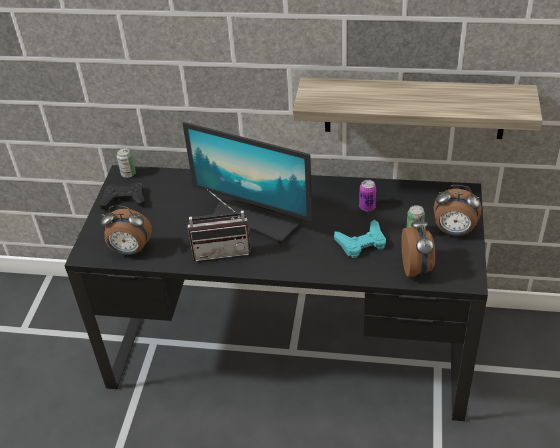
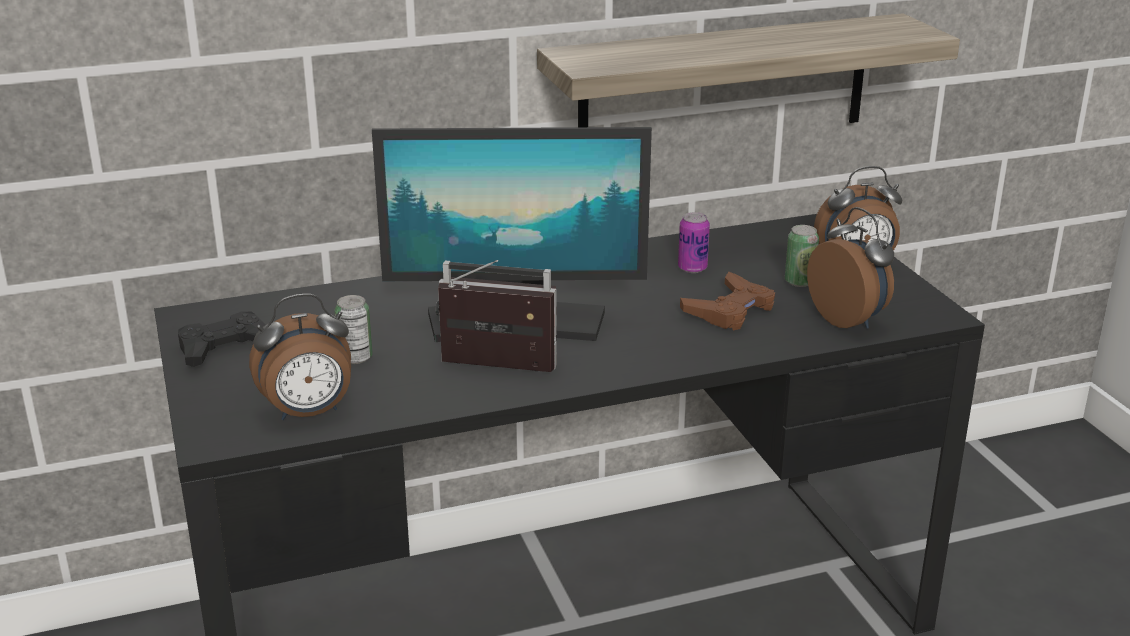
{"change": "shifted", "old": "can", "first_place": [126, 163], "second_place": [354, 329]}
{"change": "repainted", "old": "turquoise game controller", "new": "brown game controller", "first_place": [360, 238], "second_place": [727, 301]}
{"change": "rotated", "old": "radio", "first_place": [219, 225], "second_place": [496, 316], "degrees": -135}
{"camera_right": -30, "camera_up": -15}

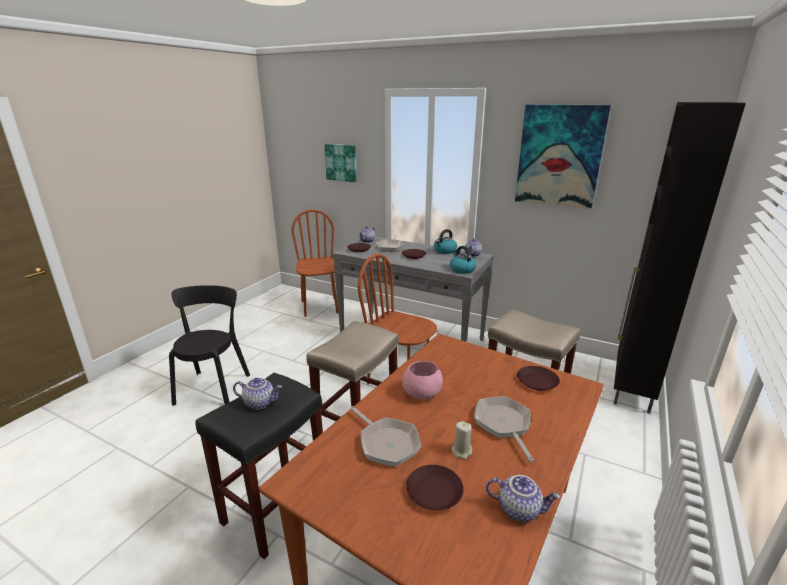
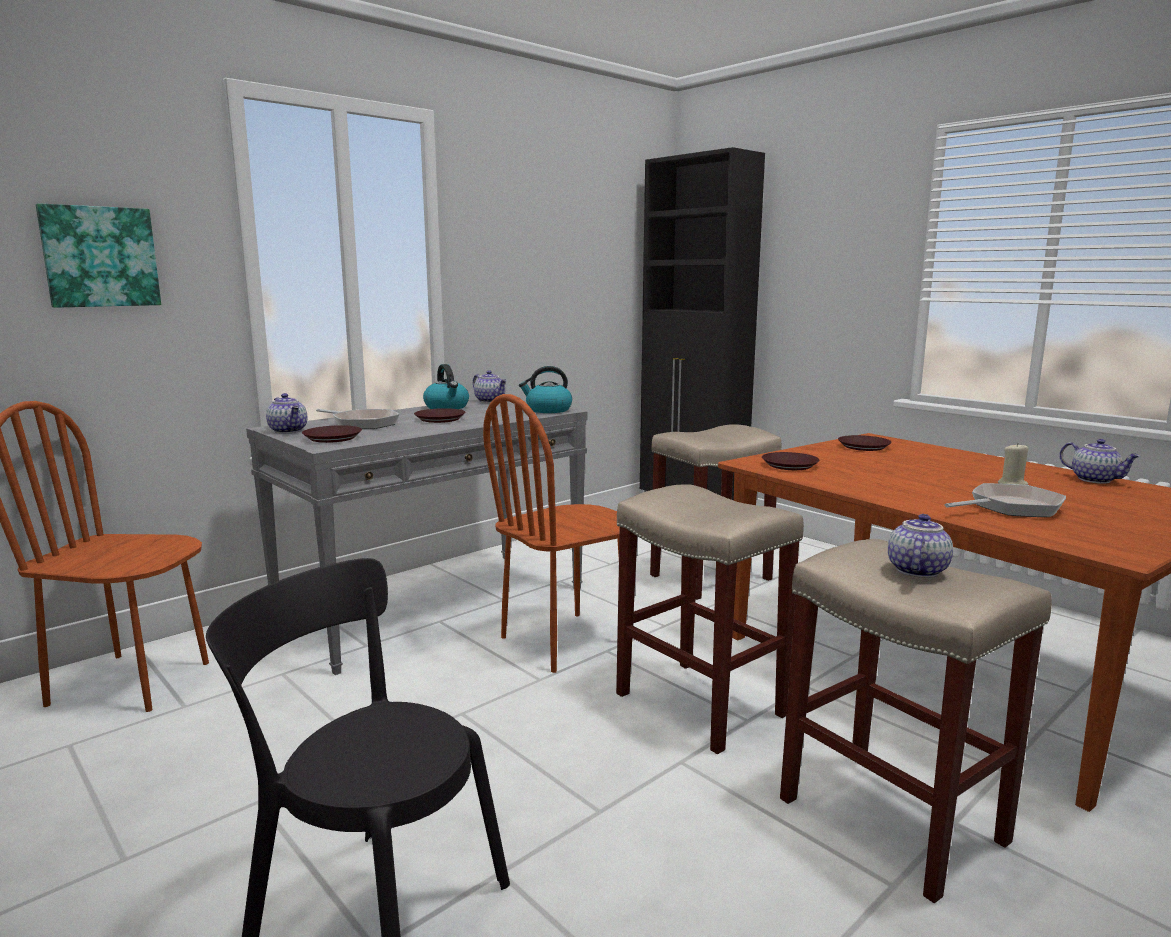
{"change": "gone", "old": "pink bowl", "first_place": [422, 380]}
{"change": "gone", "old": "frying pan", "first_place": [504, 429]}
{"change": "gone", "old": "picture", "first_place": [563, 157]}
{"change": "shifted", "old": "brown plate", "first_place": [434, 488], "second_place": [791, 461]}
{"change": "repainted", "old": "black stool", "new": "beige stool", "first_place": [259, 466], "second_place": [916, 721]}
{"change": "rotated", "old": "teapot", "first_place": [523, 498], "second_place": [1100, 461], "degrees": 105}
{"camera_right": -70, "camera_up": -10}

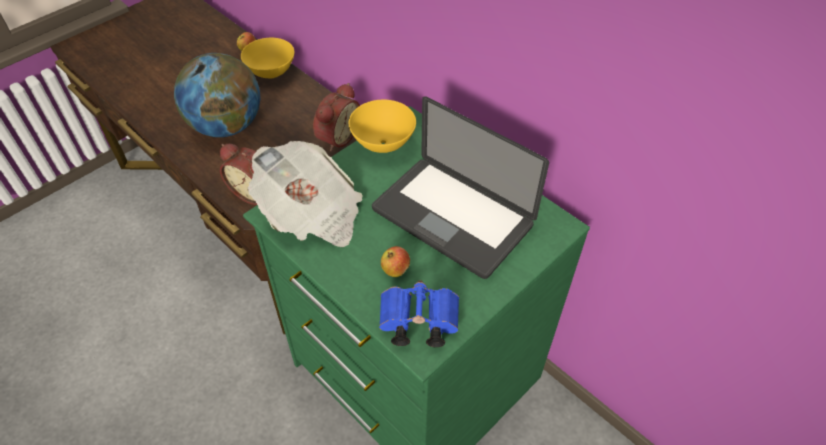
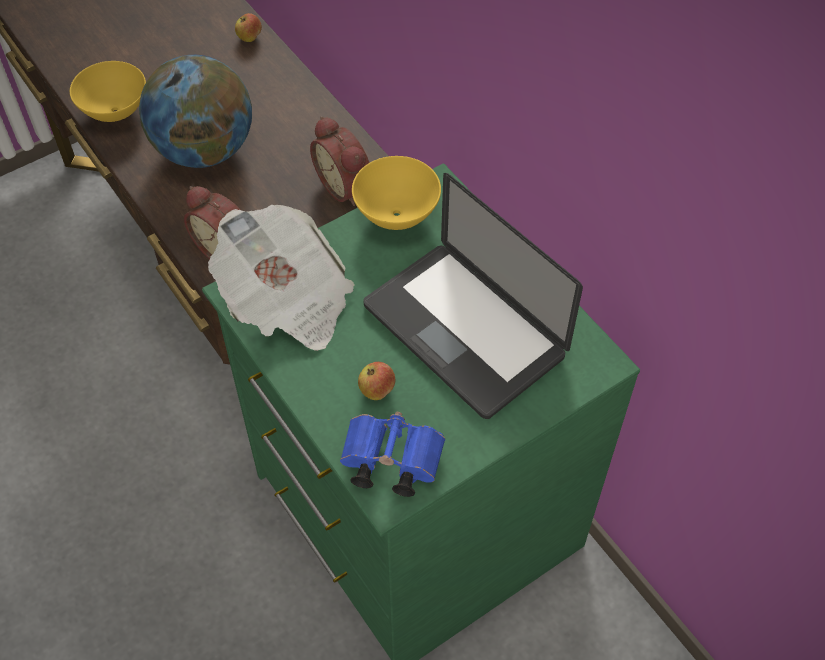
{"change": "shifted", "old": "yellow bowl", "first_place": [268, 58], "second_place": [108, 91]}
{"change": "rotated", "old": "alarm clock", "first_place": [336, 117], "second_place": [340, 161], "degrees": 105}
{"camera_right": 10, "camera_up": 5}

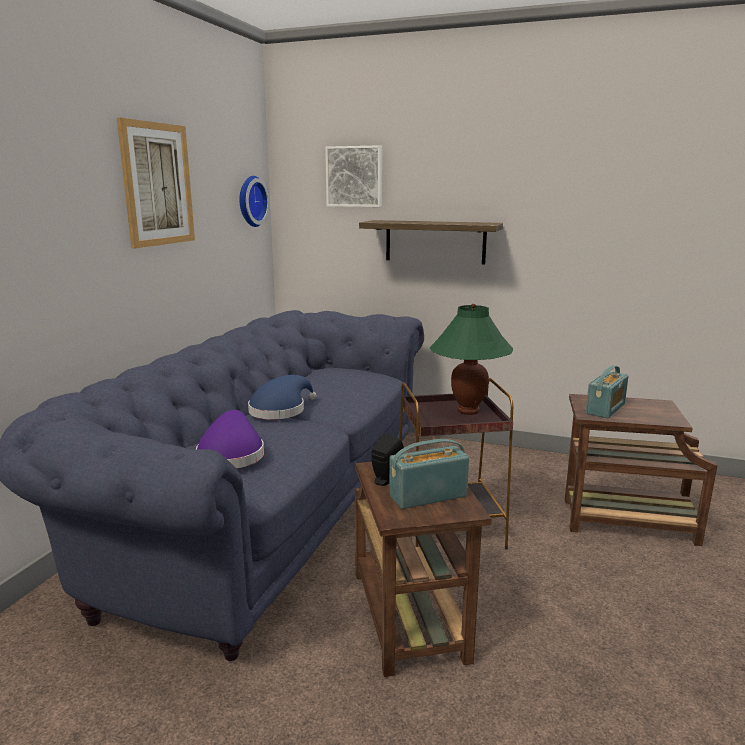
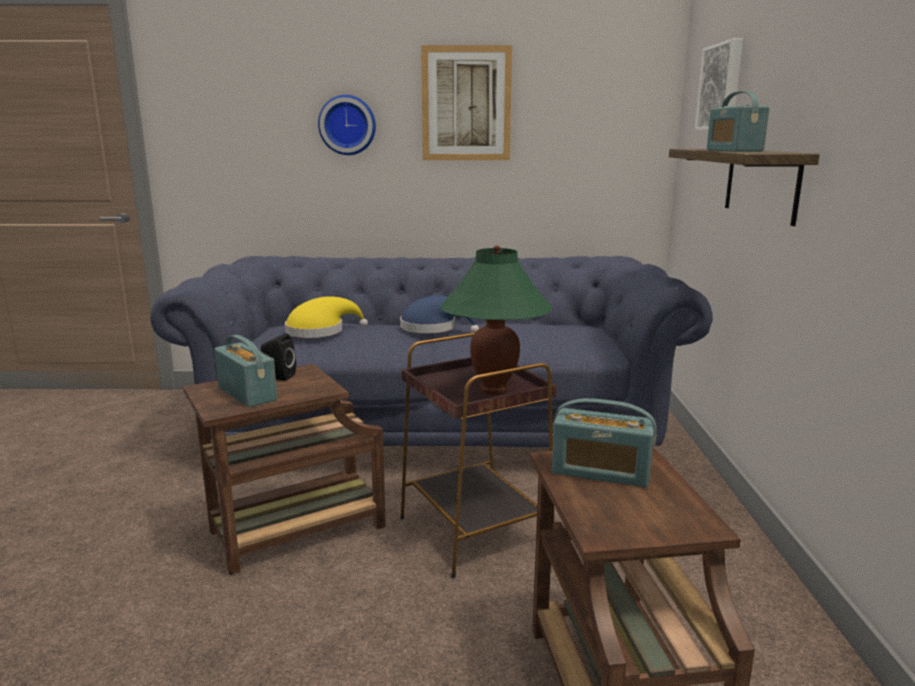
{"change": "new", "new": "radio", "second_place": [738, 121]}
{"change": "shifted", "old": "wall clock", "first_place": [254, 201], "second_place": [347, 125]}
{"change": "repainted", "old": "purple hat", "new": "yellow hat", "first_place": [230, 439], "second_place": [326, 317]}
{"camera_right": 70, "camera_up": 0}

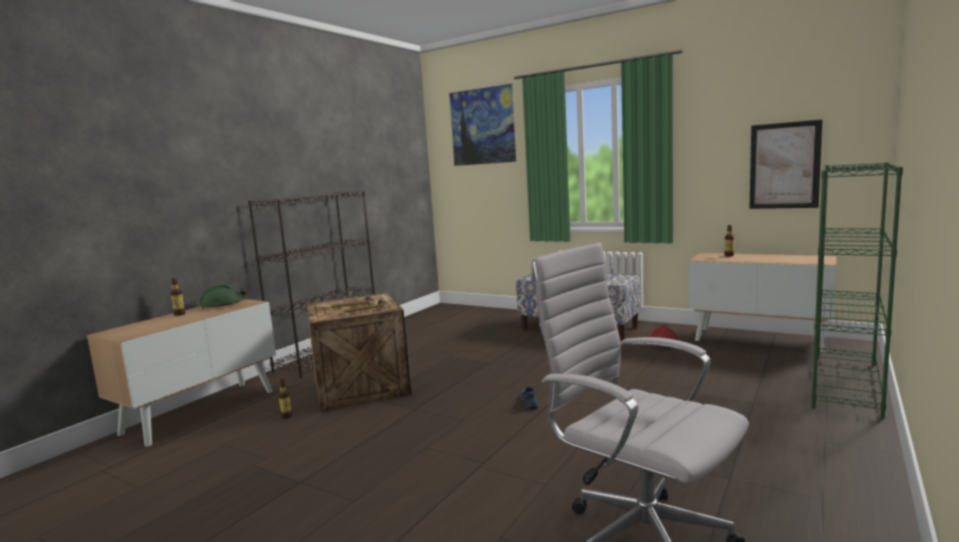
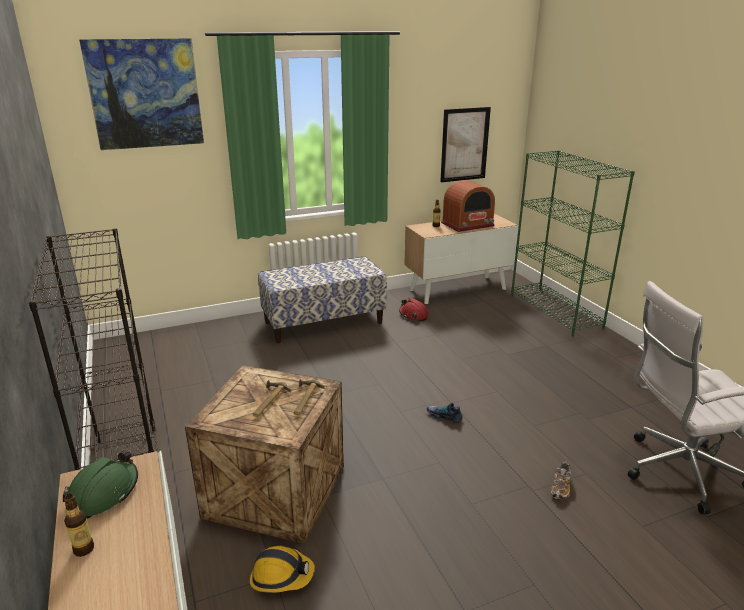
{"change": "new", "new": "radio", "second_place": [468, 206]}
{"change": "new", "new": "shoe", "second_place": [561, 480]}
{"change": "swapped", "old": "bottle", "new": "hard hat", "first_place": [285, 399], "second_place": [282, 569]}
{"camera_right": -55, "camera_up": 15}

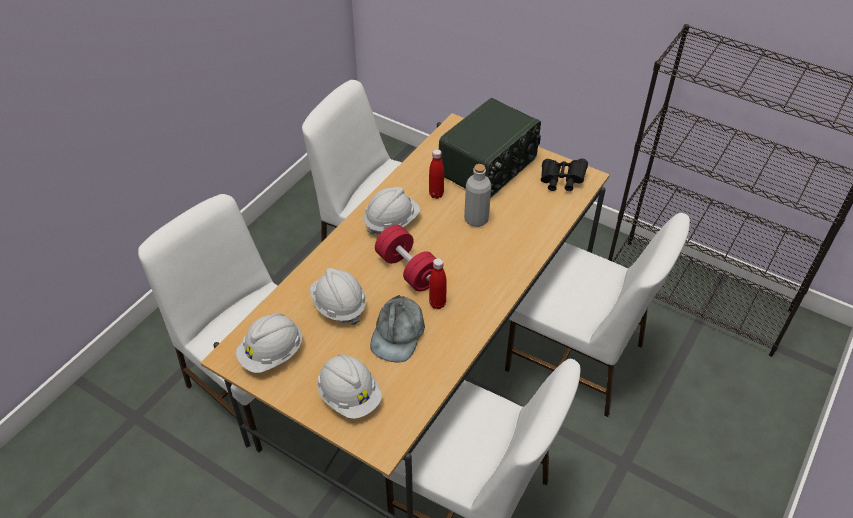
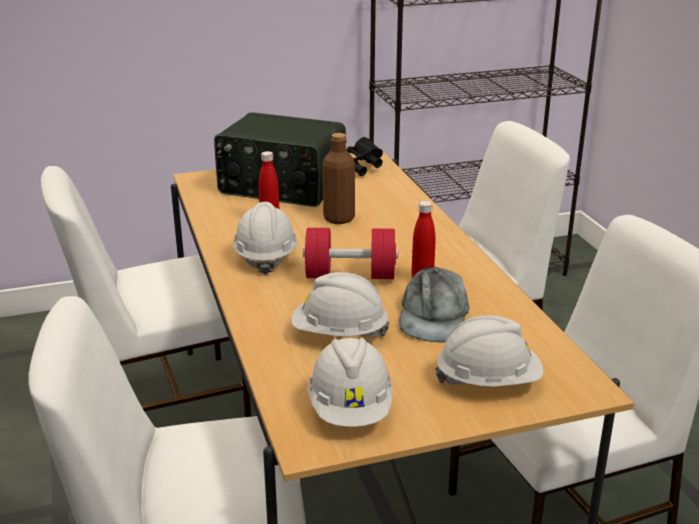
{"change": "repainted", "old": "grey bottle", "new": "brown bottle", "first_place": [478, 195], "second_place": [339, 178]}
{"change": "rotated", "old": "grey cap", "first_place": [397, 328], "second_place": [434, 304], "degrees": 45}
{"change": "rotated", "old": "radio", "first_place": [490, 147], "second_place": [280, 159], "degrees": 120}
{"camera_right": -50, "camera_up": -20}

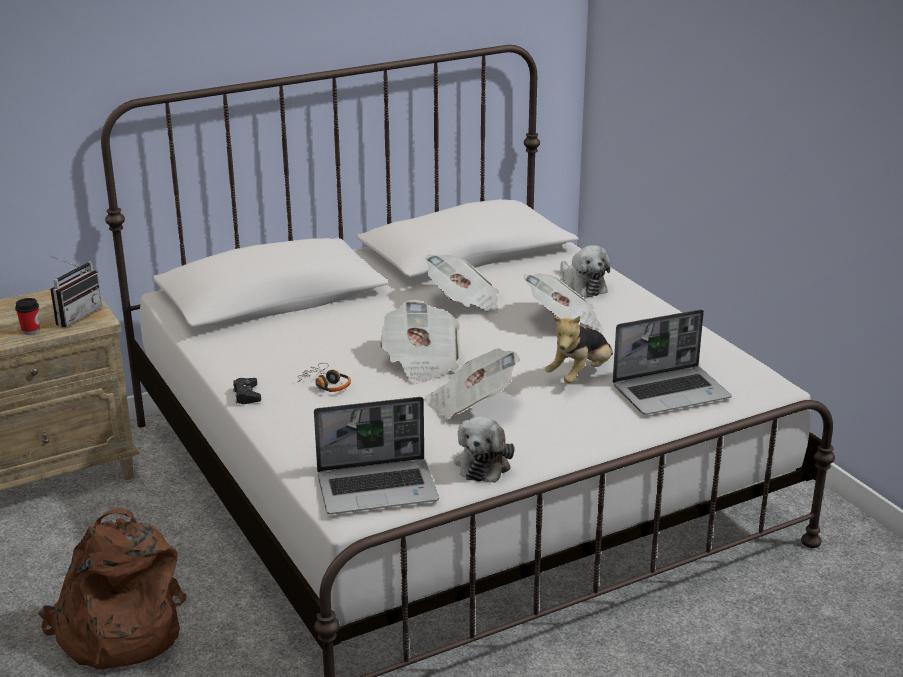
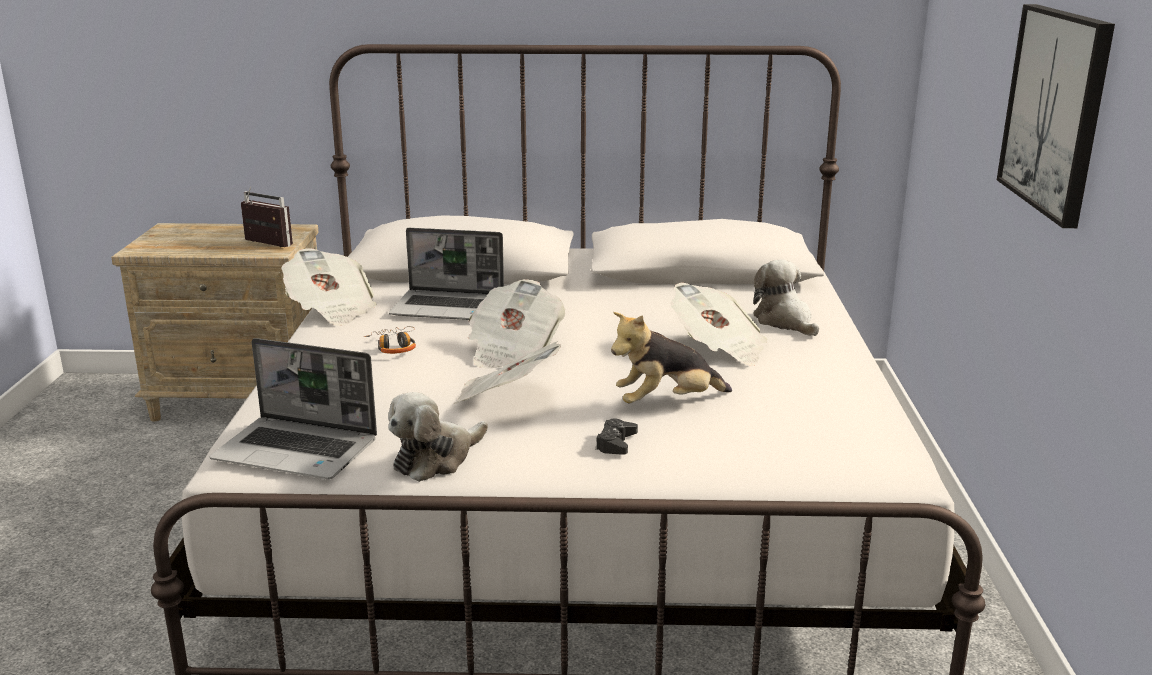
{"change": "gone", "old": "cup", "first_place": [27, 316]}
{"change": "gone", "old": "brown backpack", "first_place": [112, 589]}
{"change": "new", "new": "picture", "second_place": [1056, 116]}
{"change": "shifted", "old": "black game controller", "first_place": [247, 391], "second_place": [616, 437]}
{"change": "shifted", "old": "newspaper", "first_place": [462, 284], "second_place": [329, 287]}
{"change": "shifted", "old": "laptop", "first_place": [672, 362], "second_place": [446, 274]}
{"change": "rotated", "old": "radio", "first_place": [76, 292], "second_place": [267, 217], "degrees": -120}
{"change": "rotated", "old": "plush toy", "first_place": [585, 271], "second_place": [786, 297], "degrees": 150}
{"camera_right": 30, "camera_up": -5}

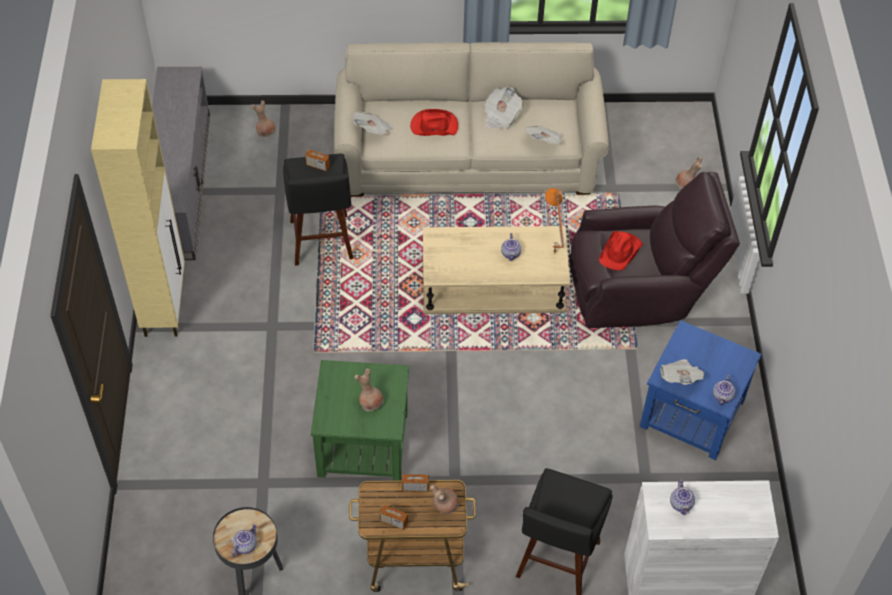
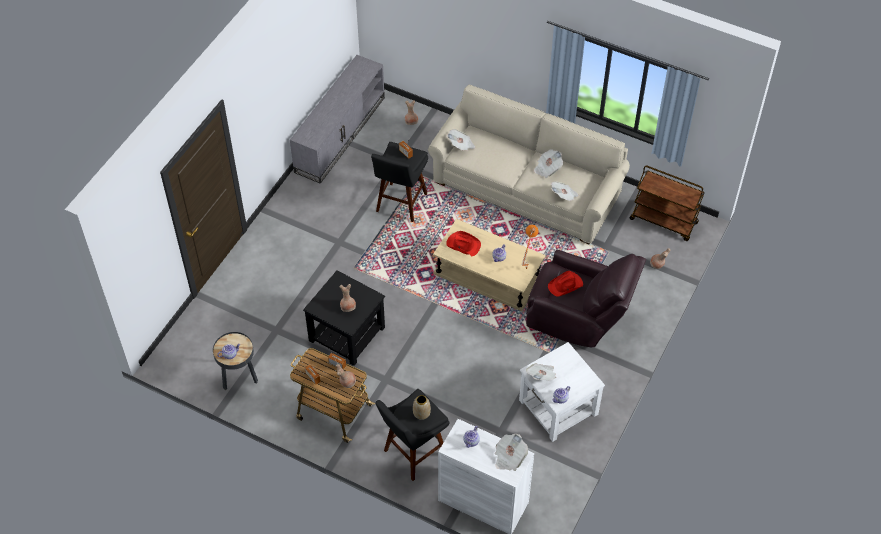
{"change": "gone", "old": "beige cabinet", "first_place": [138, 208]}
{"change": "new", "new": "vase", "second_place": [422, 407]}
{"change": "new", "new": "newspaper", "second_place": [511, 452]}
{"change": "new", "new": "brown cart", "second_place": [667, 203]}
{"change": "shifted", "old": "red hat", "first_place": [434, 122], "second_place": [463, 243]}
{"change": "repainted", "old": "green side table", "new": "black side table", "first_place": [360, 420], "second_place": [344, 318]}
{"change": "repainted", "old": "blue side table", "new": "white side table", "first_place": [701, 390], "second_place": [562, 392]}
{"camera_right": 30, "camera_up": 0}

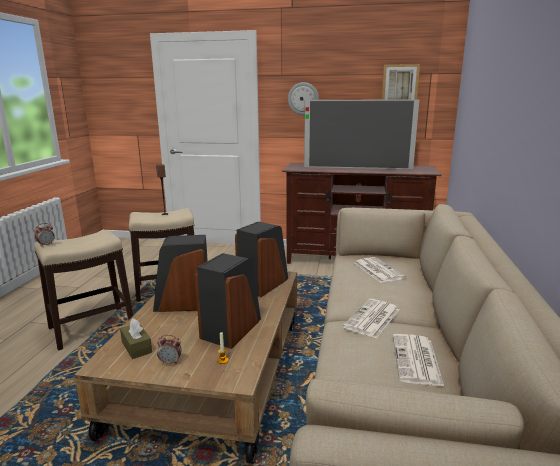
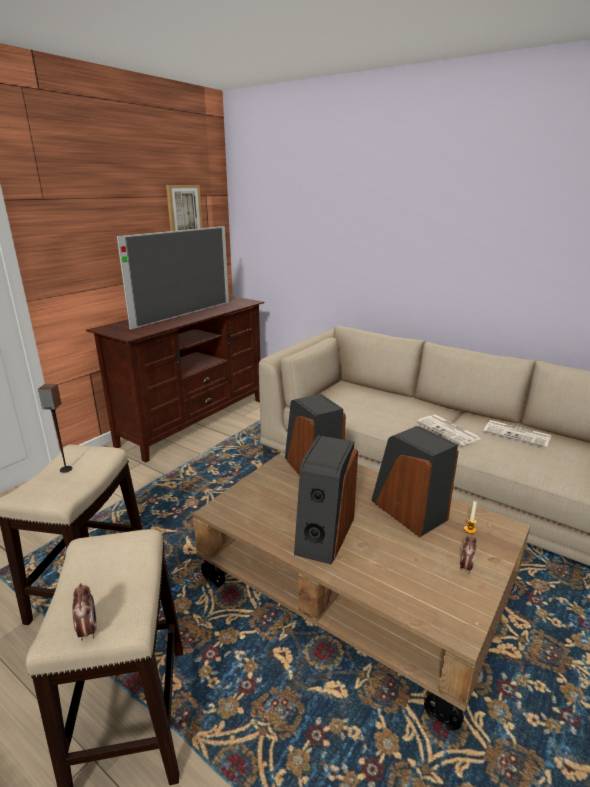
{"change": "gone", "old": "brown tissue box", "first_place": [136, 338]}
{"change": "gone", "old": "wall clock", "first_place": [303, 98]}
{"change": "gone", "old": "newspaper", "first_place": [380, 270]}
{"camera_right": -65, "camera_up": 5}

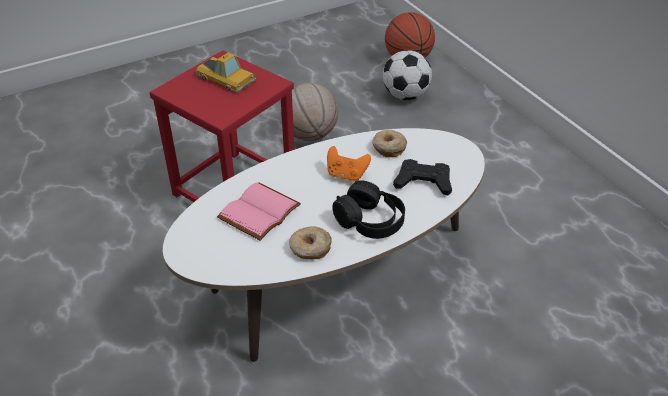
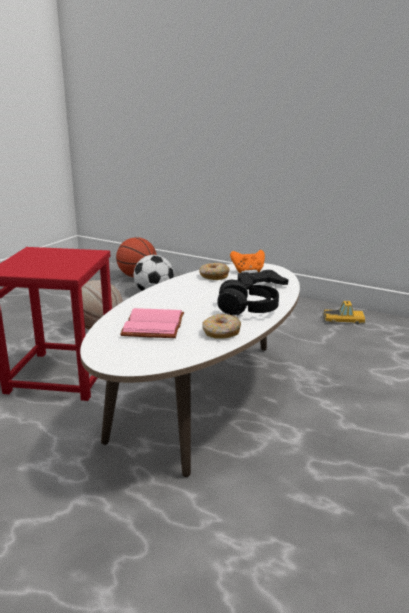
{"change": "shifted", "old": "toy car", "first_place": [226, 72], "second_place": [344, 313]}
{"change": "shifted", "old": "orange game controller", "first_place": [349, 164], "second_place": [247, 261]}
{"camera_right": -30, "camera_up": -20}

